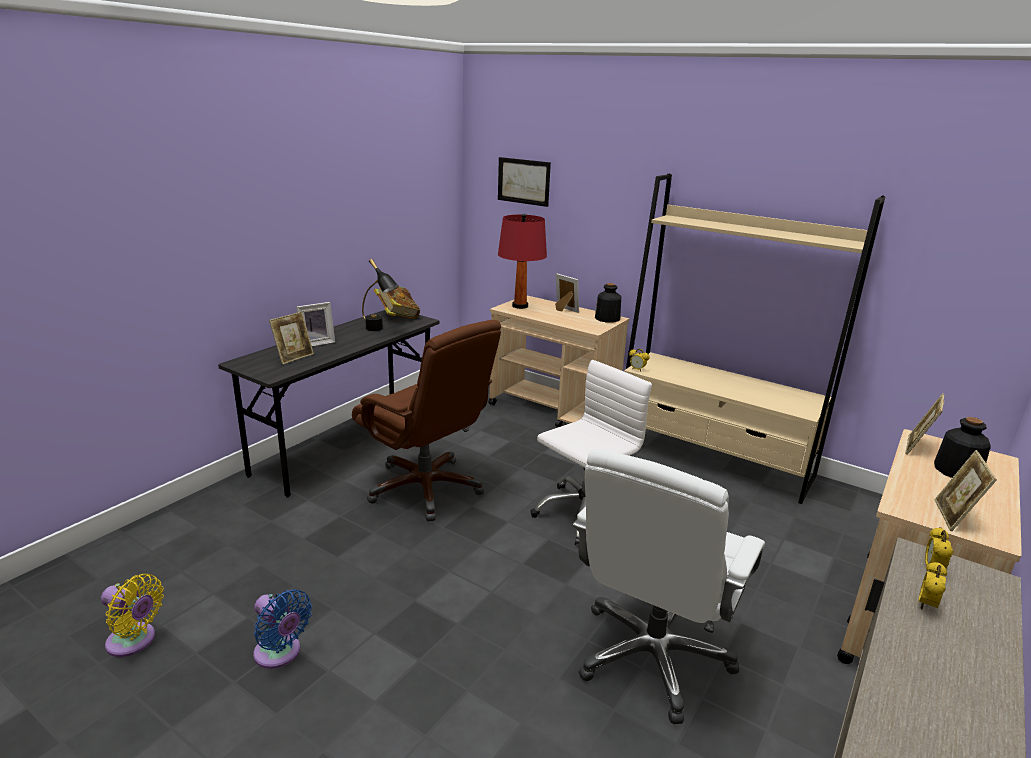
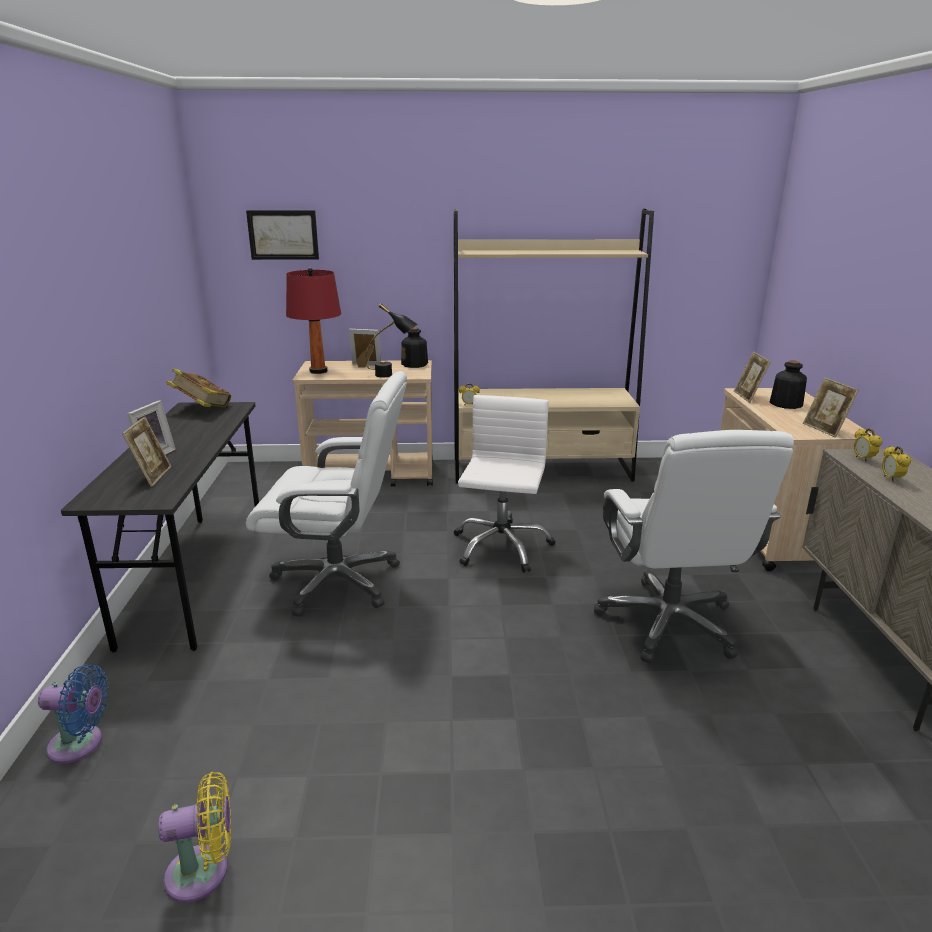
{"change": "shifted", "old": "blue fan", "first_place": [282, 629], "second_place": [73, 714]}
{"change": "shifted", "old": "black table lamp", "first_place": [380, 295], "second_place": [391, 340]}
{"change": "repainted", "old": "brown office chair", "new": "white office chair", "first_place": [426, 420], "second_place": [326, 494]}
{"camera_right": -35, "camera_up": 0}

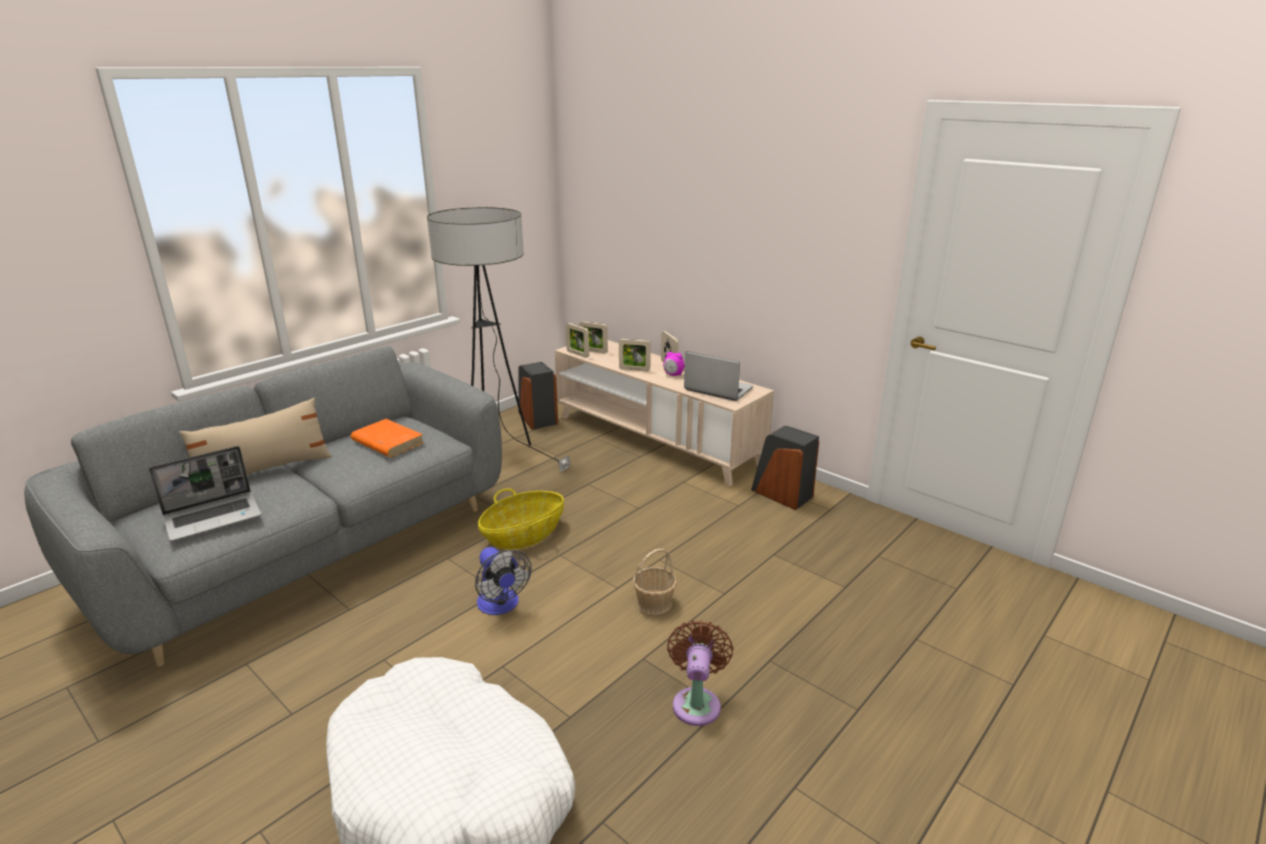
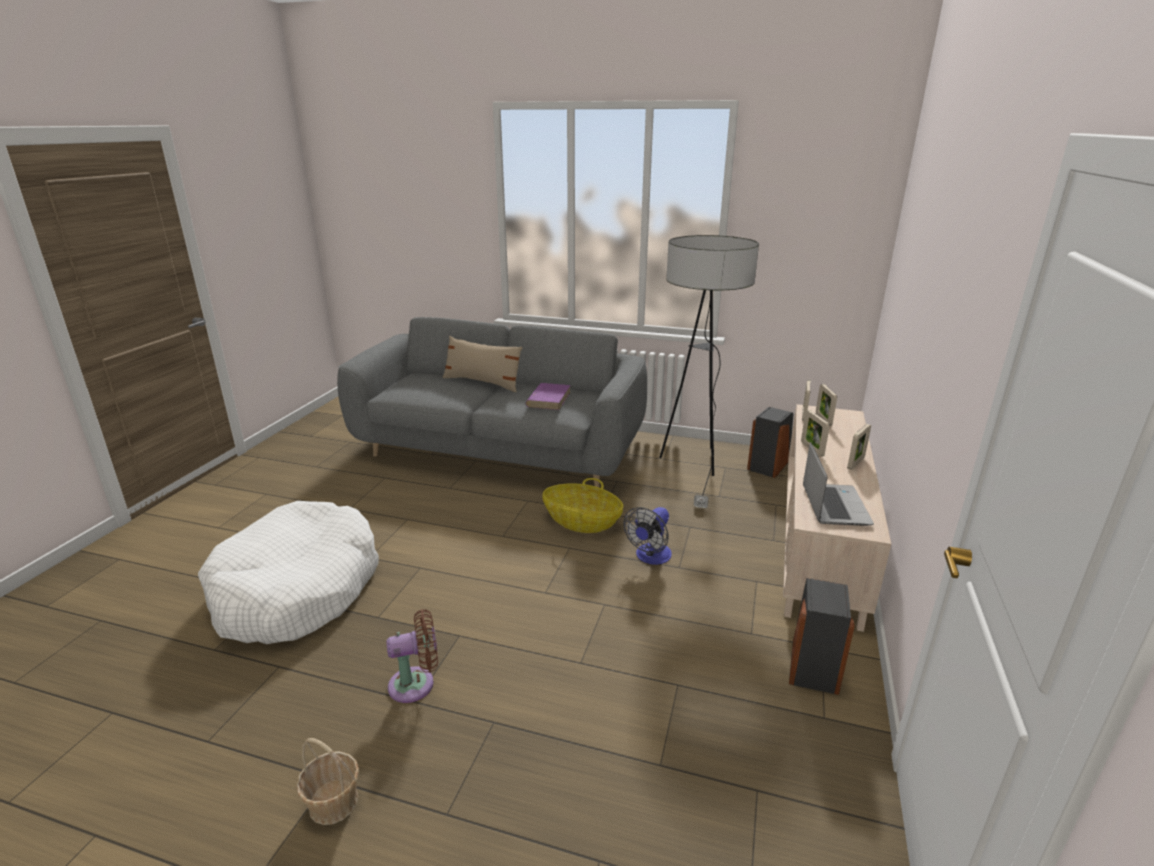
{"change": "gone", "old": "laptop", "first_place": [205, 493]}
{"change": "gone", "old": "alarm clock", "first_place": [673, 364]}
{"change": "shifted", "old": "fan", "first_place": [503, 581], "second_place": [647, 536]}
{"change": "shifted", "old": "basket", "first_place": [655, 582], "second_place": [327, 781]}
{"change": "repainted", "old": "orange book", "new": "purple book", "first_place": [387, 438], "second_place": [548, 396]}
{"camera_right": 65, "camera_up": 0}

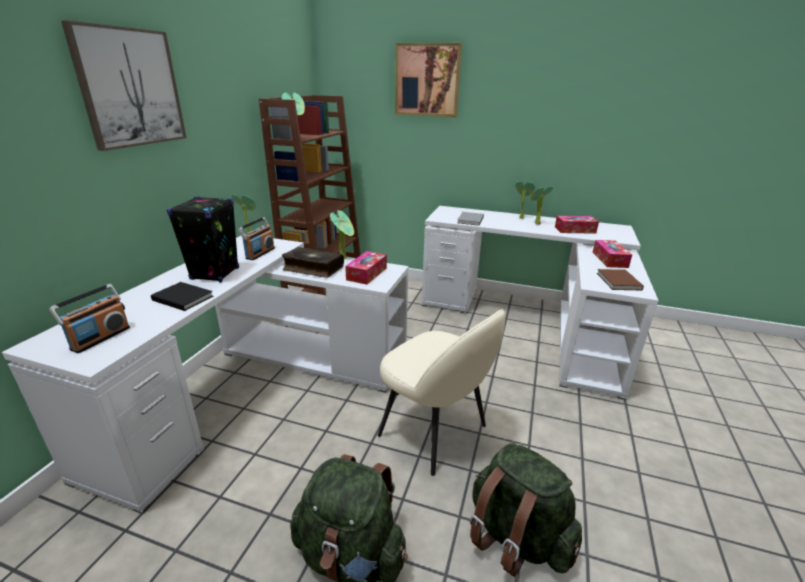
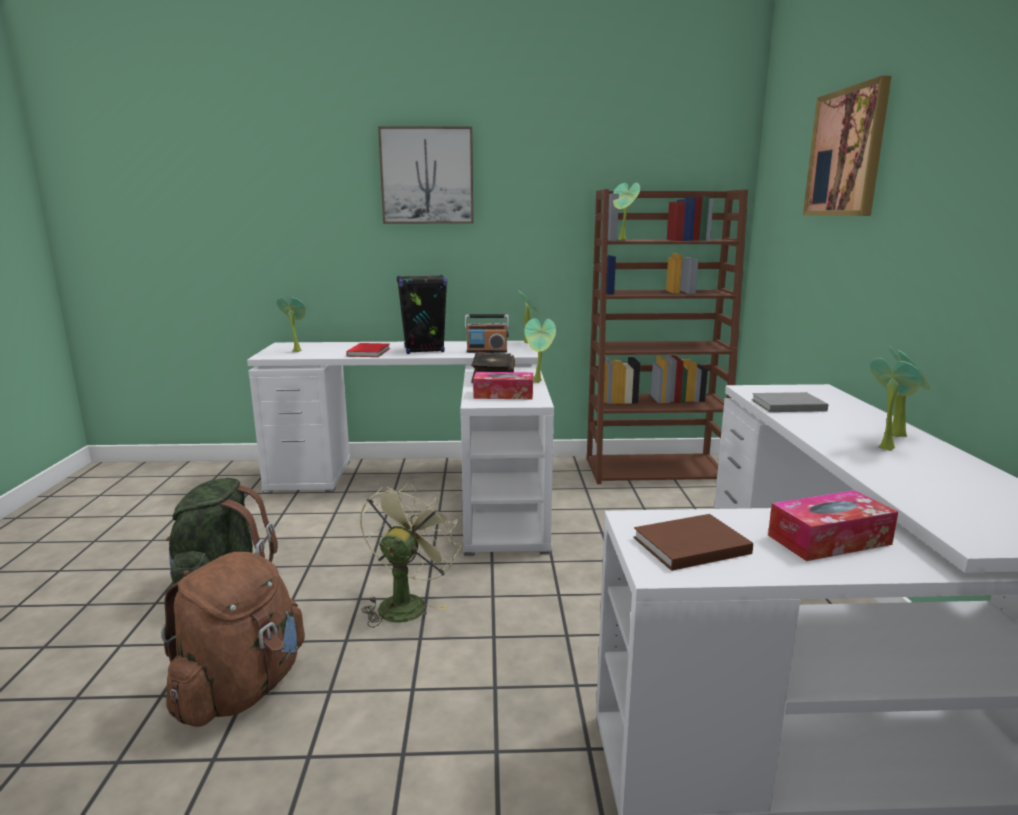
{"change": "gone", "old": "tissue box", "first_place": [577, 225]}
{"change": "swapped", "old": "radio", "new": "potted plant", "first_place": [89, 318], "second_place": [291, 325]}
{"change": "swapped", "old": "beige chair", "new": "green fan", "first_place": [441, 392], "second_place": [410, 555]}
{"change": "repainted", "old": "black book", "new": "red book", "first_place": [182, 296], "second_place": [368, 350]}
{"change": "repainted", "old": "green backpack", "new": "brown backpack", "first_place": [526, 510], "second_place": [233, 639]}
{"camera_right": 70, "camera_up": -10}

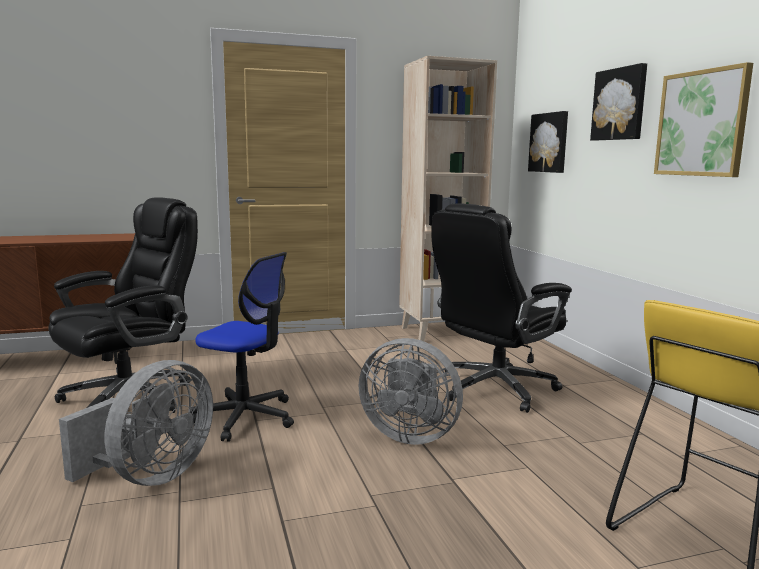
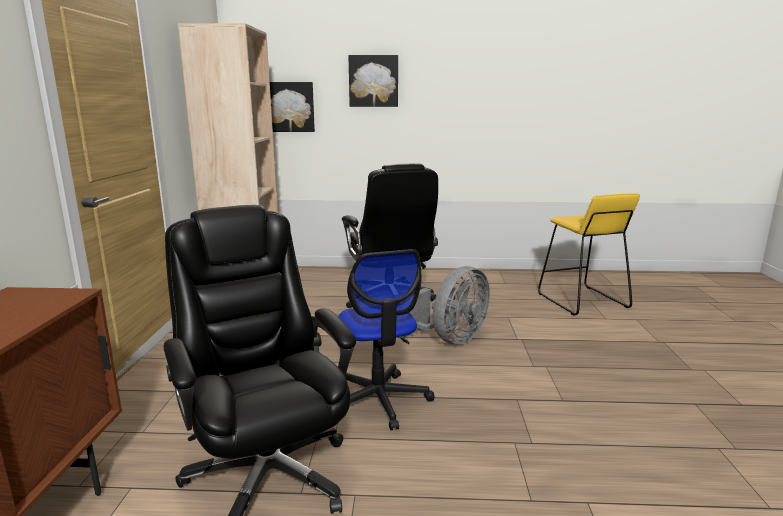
{"change": "gone", "old": "grey fan", "first_place": [136, 423]}
{"change": "gone", "old": "picture", "first_place": [703, 119]}
{"change": "rotated", "old": "office chair", "first_place": [242, 347], "second_place": [386, 339], "degrees": 120}
{"camera_right": -70, "camera_up": 5}

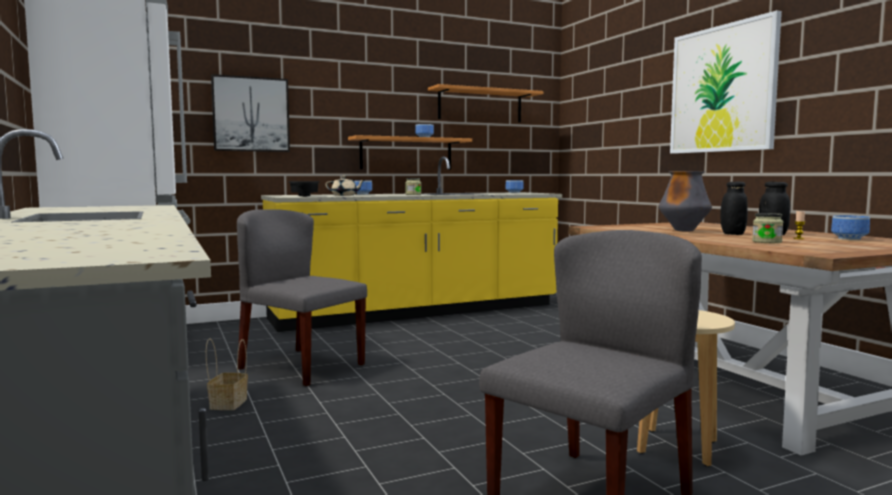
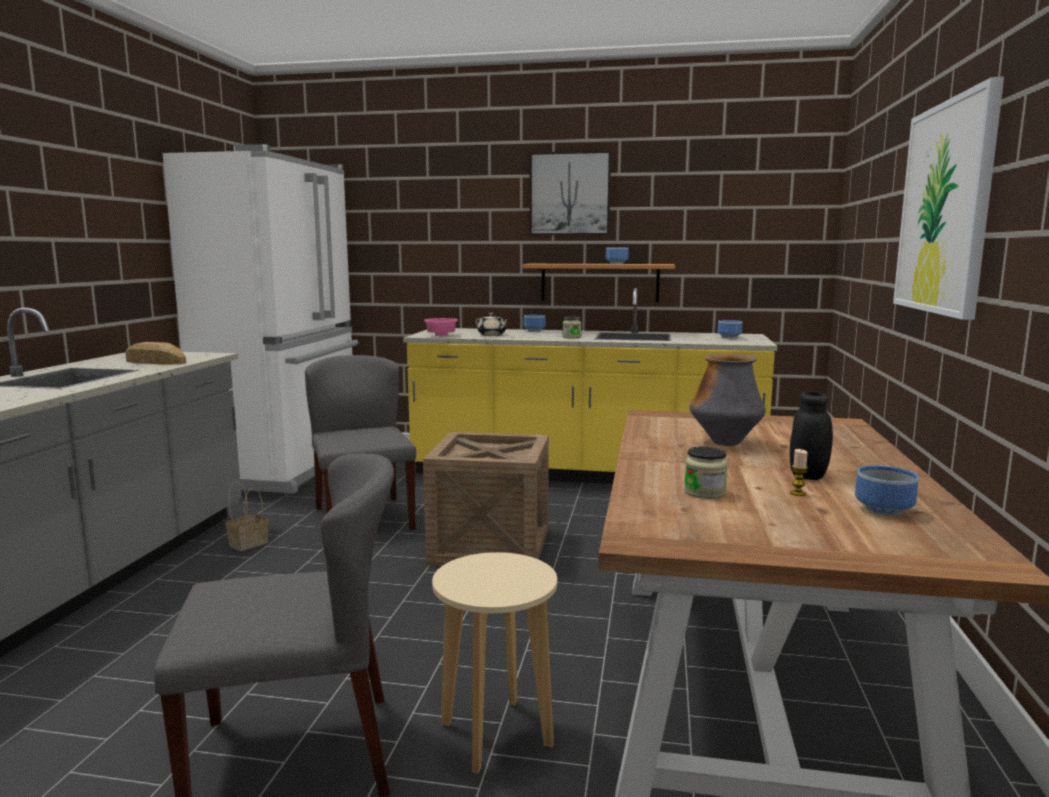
{"change": "gone", "old": "shelf", "first_place": [485, 103]}
{"change": "gone", "old": "black jar", "first_place": [734, 208]}
{"change": "new", "new": "bread", "second_place": [155, 353]}
{"change": "new", "new": "crate", "second_place": [486, 499]}
{"change": "shifted", "old": "picture", "first_place": [250, 113], "second_place": [570, 193]}
{"change": "repainted", "old": "black bowl", "new": "pink bowl", "first_place": [304, 189], "second_place": [441, 327]}
{"camera_right": 35, "camera_up": 5}

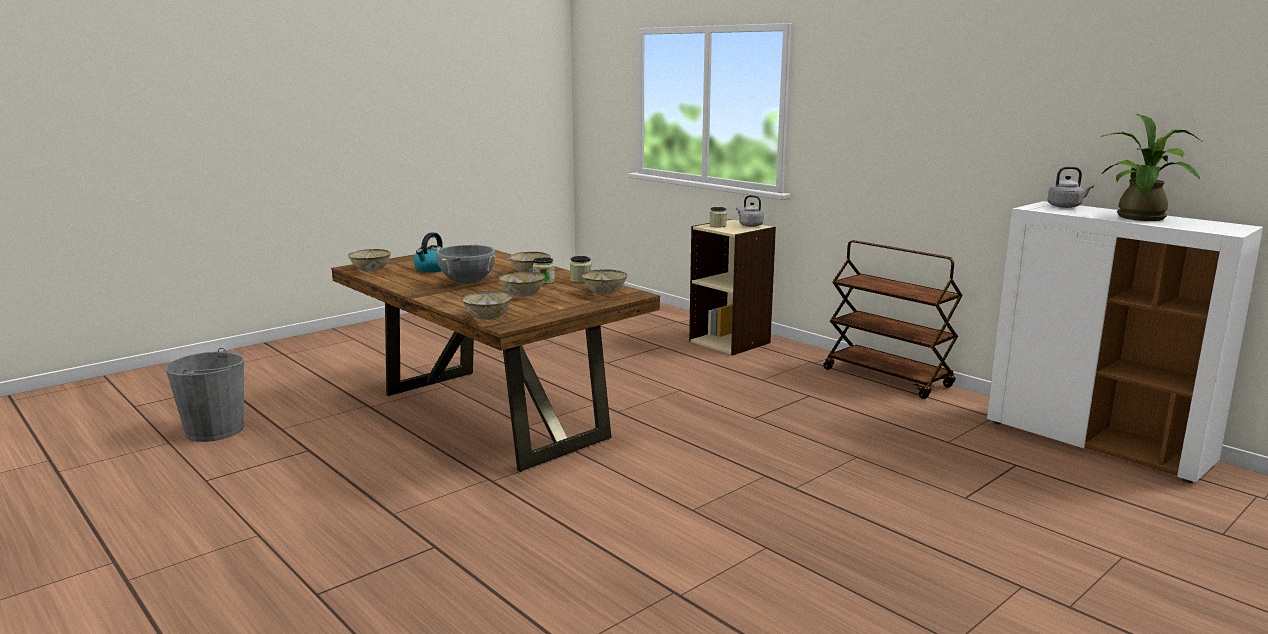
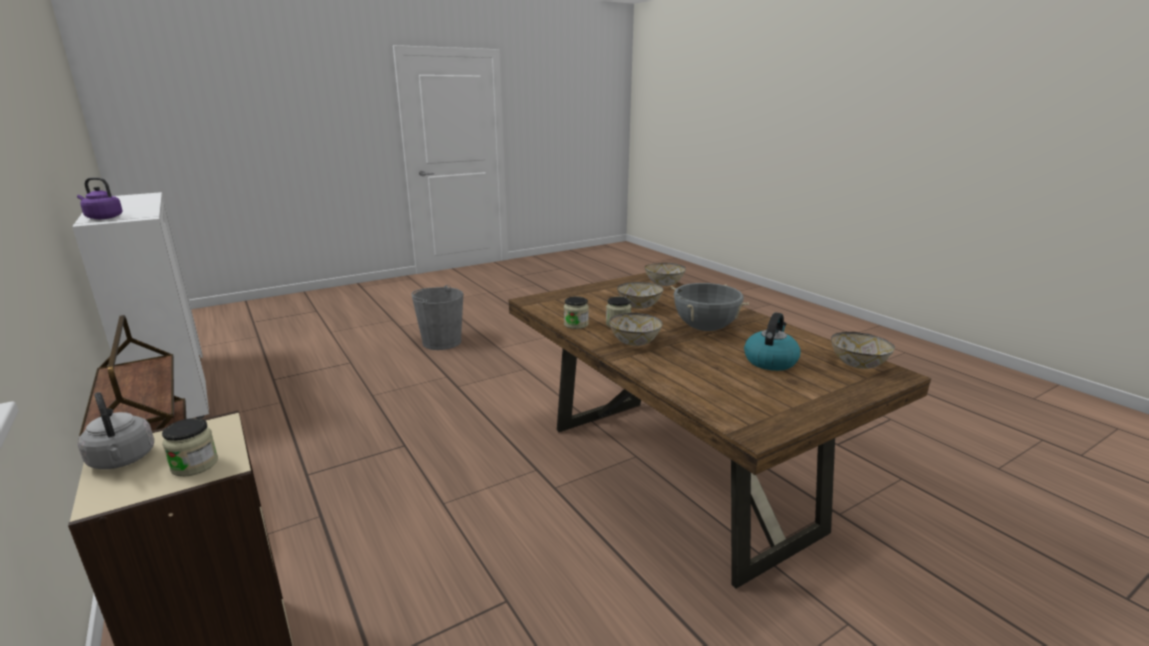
{"change": "gone", "old": "bowl", "first_place": [604, 282]}
{"change": "gone", "old": "potted plant", "first_place": [1151, 167]}
{"change": "shifted", "old": "grey bucket", "first_place": [205, 395], "second_place": [437, 317]}
{"change": "repainted", "old": "grey kettle", "new": "purple kettle", "first_place": [1070, 187], "second_place": [100, 198]}
{"camera_right": -170, "camera_up": 5}

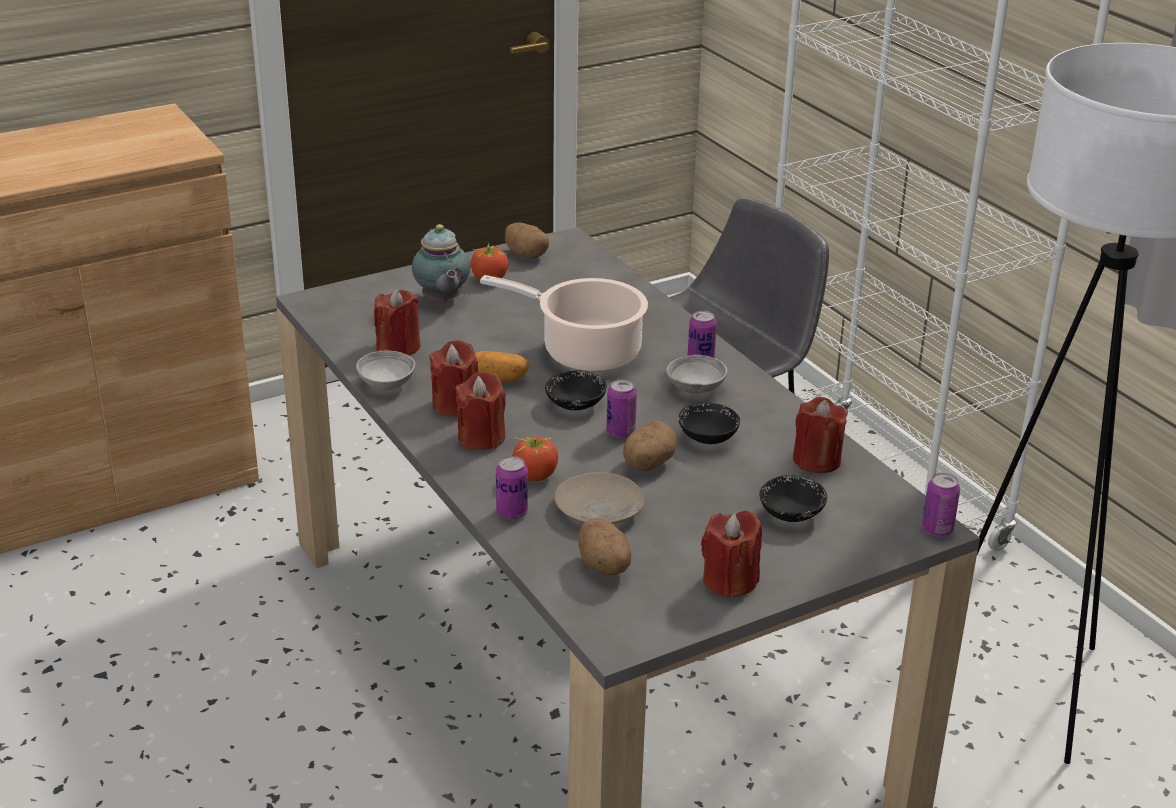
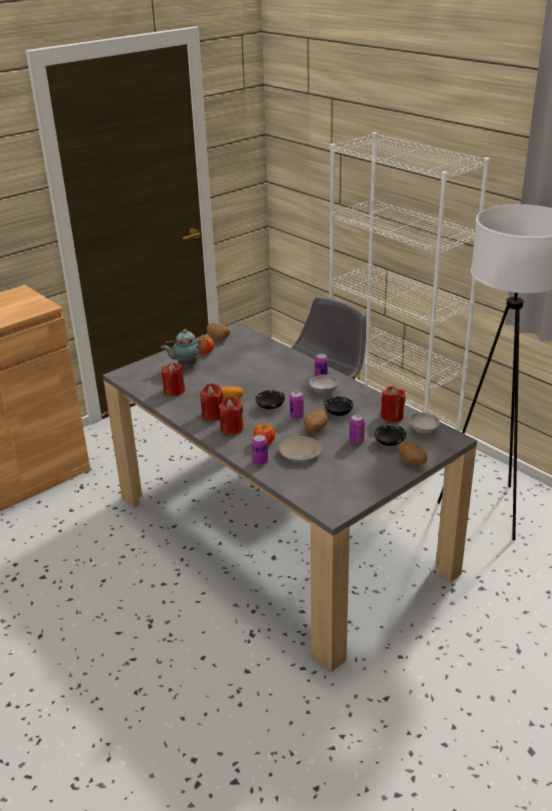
{"change": "gone", "old": "cooking pot", "first_place": [564, 323]}
{"change": "gone", "old": "red candle", "first_place": [731, 554]}
{"change": "shifted", "old": "grey bowl", "first_place": [386, 370], "second_place": [424, 422]}
{"change": "shifted", "old": "potato", "first_place": [605, 546], "second_place": [413, 453]}
{"change": "shifted", "old": "can", "first_place": [941, 505], "second_place": [357, 429]}
{"change": "rotated", "old": "teapot", "first_place": [441, 263], "second_place": [185, 348], "degrees": 105}
{"camera_right": -10, "camera_up": 0}

